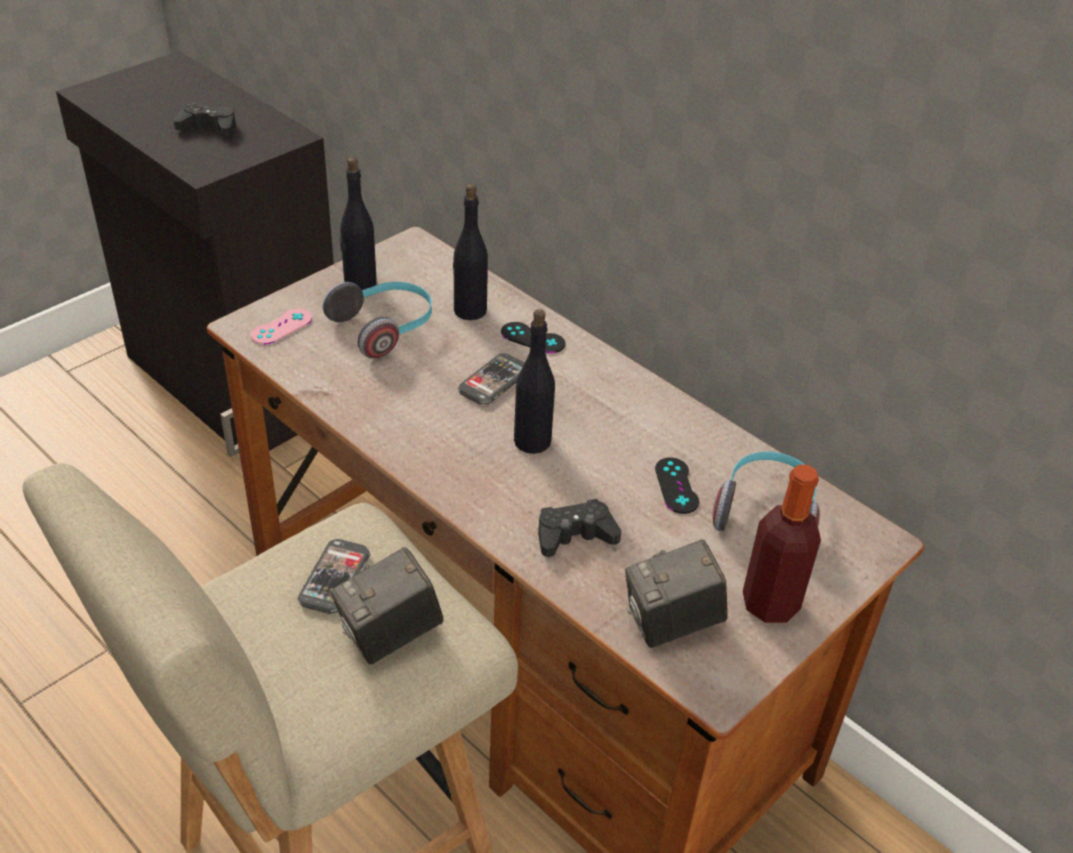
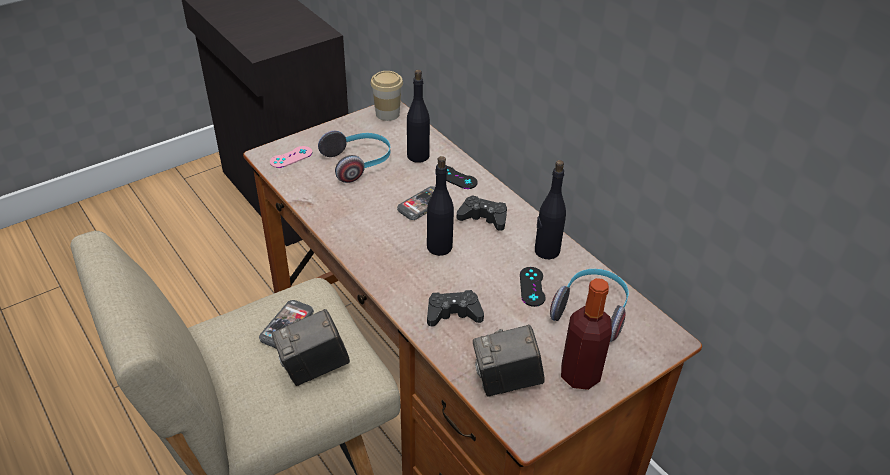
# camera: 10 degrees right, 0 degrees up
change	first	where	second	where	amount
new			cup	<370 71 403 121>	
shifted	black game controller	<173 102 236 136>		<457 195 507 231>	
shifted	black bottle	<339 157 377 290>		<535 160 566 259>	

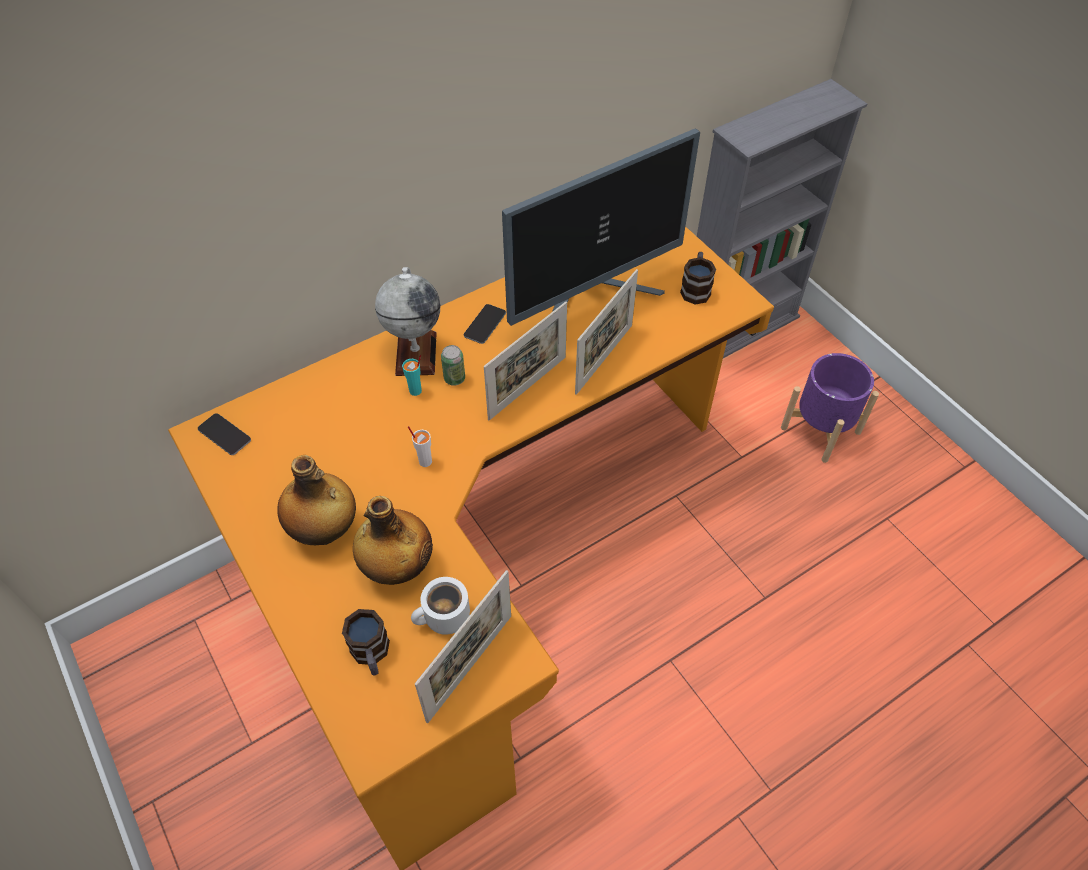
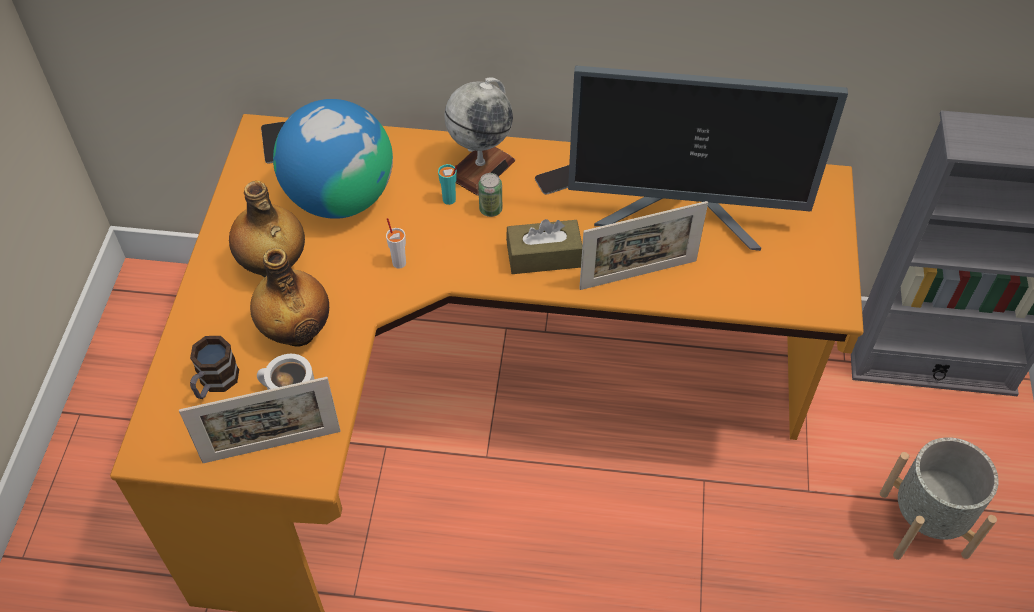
# camera: 40 degrees right, 0 degrees up
change	first	where	second	where	amount
gone	mug	<680 252 716 305>			
new			globe	<273 99 393 219>	
swapped	picture frame	<484 302 567 420>	brown tissue box	<506 219 582 274>	
repainted	purple planter	<781 353 879 463>	grey planter	<880 437 999 560>	

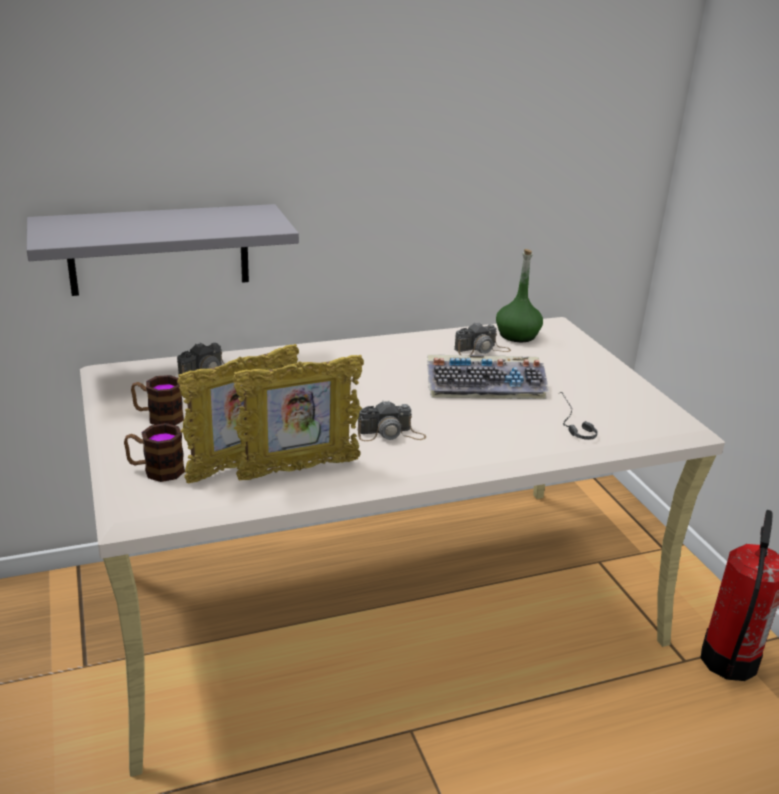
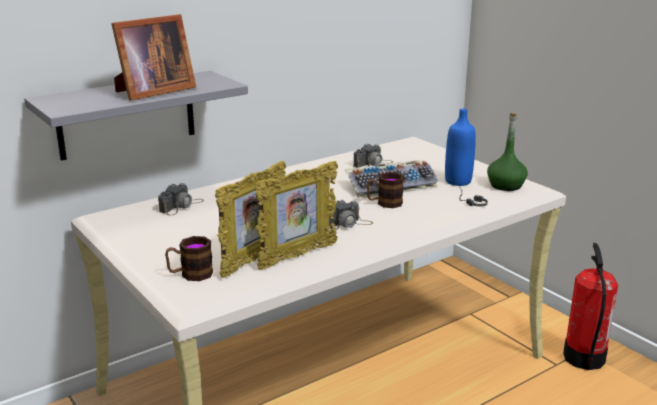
# camera: 15 degrees left, 5 degrees down
change	first	where	second	where	amount
new			picture frame	<111 14 196 101>	
new			blue bottle	<445 109 476 186>	
shifted	mug	<131 375 184 425>		<367 172 404 208>	
shifted	green bottle	<496 249 543 342>		<487 112 528 191>	

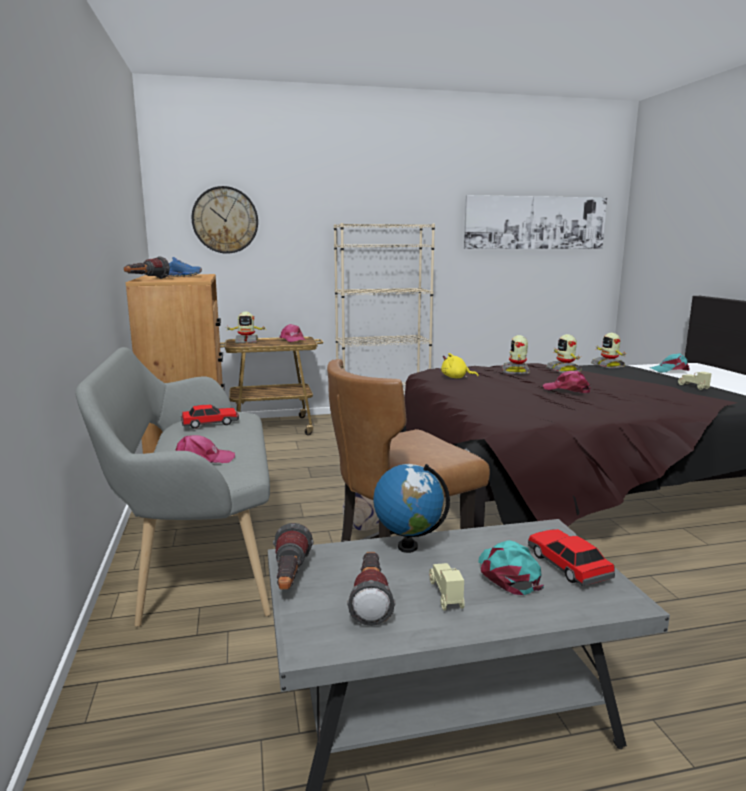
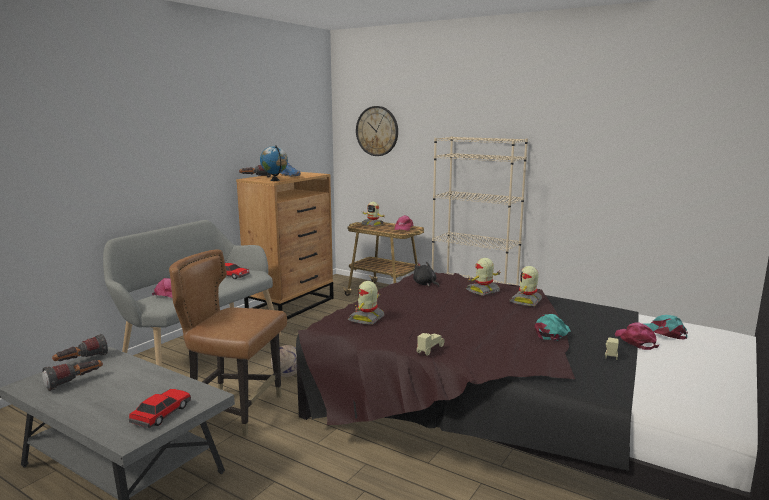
# camera: 45 degrees right, 0 degrees up
change	first	where	second	where	amount
gone	picture	<464 195 607 249>			
shifted	globe	<373 464 450 553>		<260 145 288 181>	
shifted	beige toy car	<429 563 465 611>		<417 333 444 356>	
shifted	turquoise cap	<478 540 544 595>		<534 314 571 341>	
shifted	pink cap	<543 371 591 393>		<615 322 659 350>	
shifted	toy robot	<591 333 626 368>		<348 281 385 325>	
repainted	yellow plush toy	<441 353 478 378>	black plush toy	<413 262 439 287>	

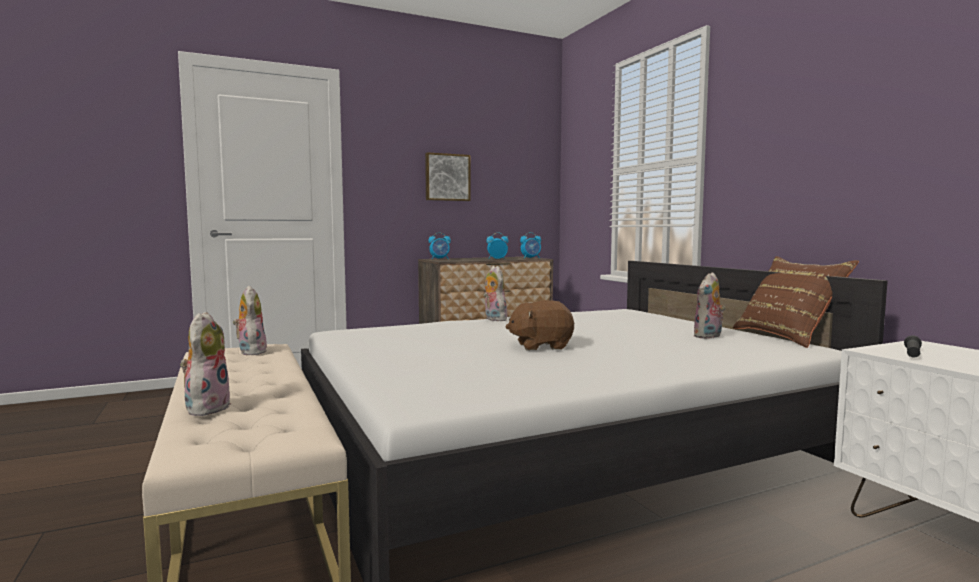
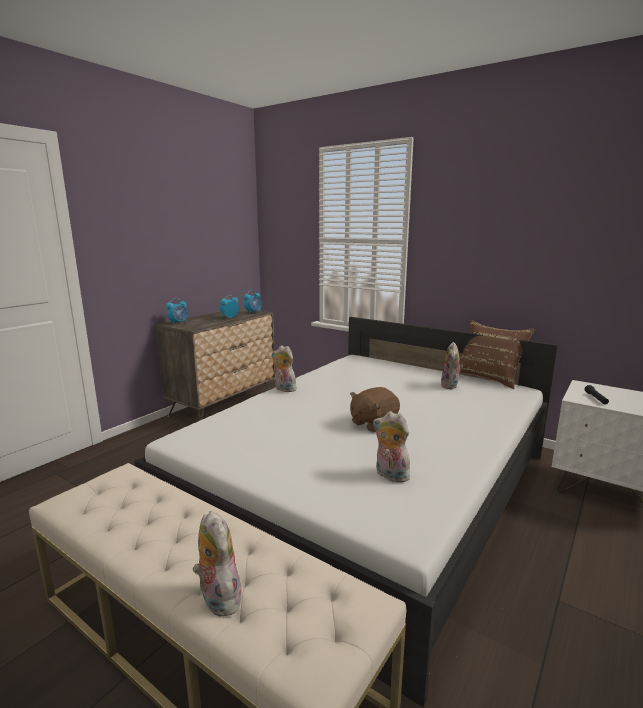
# camera: 30 degrees left, 10 degrees up
change	first	where	second	where	amount
gone	picture	<425 152 471 201>			
shifted	plush toy	<233 286 267 355>		<373 411 410 483>	

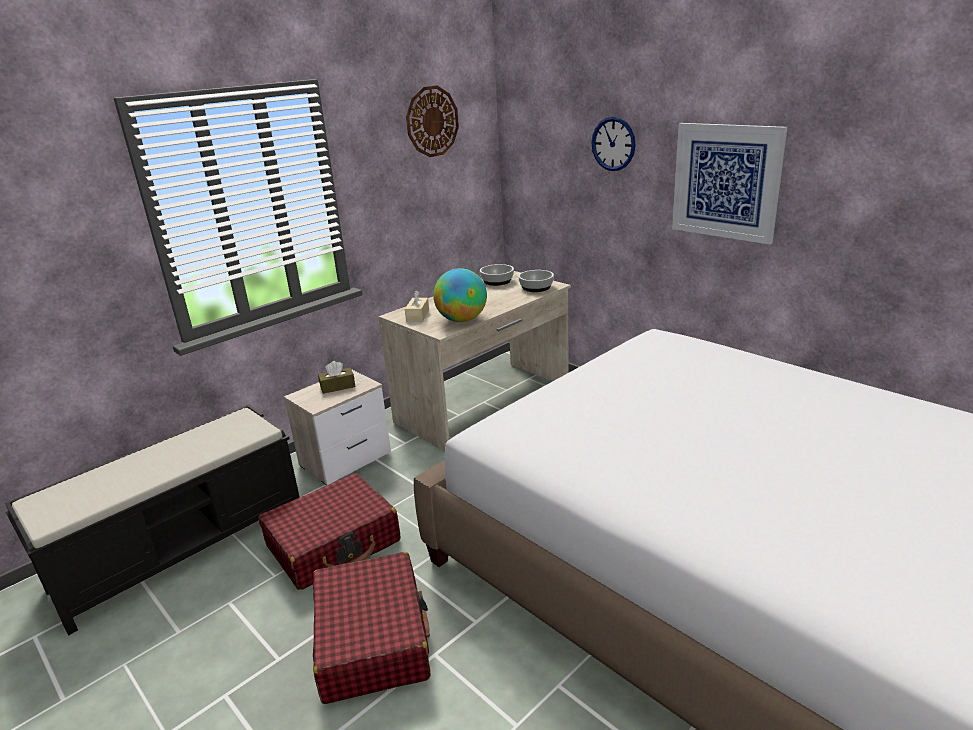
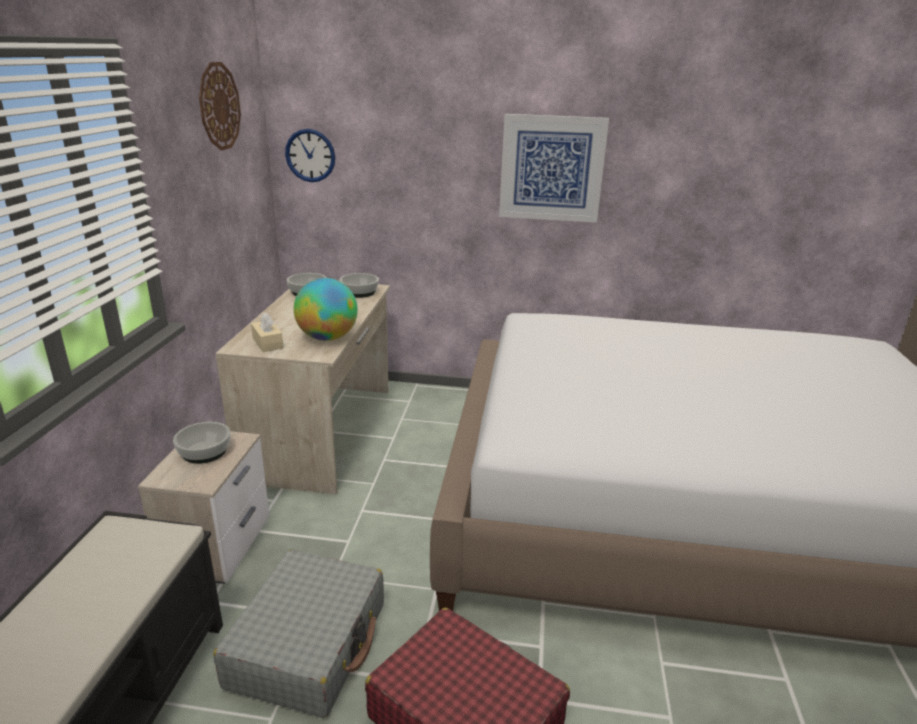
# camera: 40 degrees left, 0 degrees up
change	first	where	second	where	amount
shifted	wall clock	<591 117 636 171>		<285 129 335 182>	
swapped	brown tissue box	<318 361 356 394>	bowl	<173 422 231 464>	
repainted	red suitcase	<258 474 401 590>	grey suitcase	<213 550 384 718>	

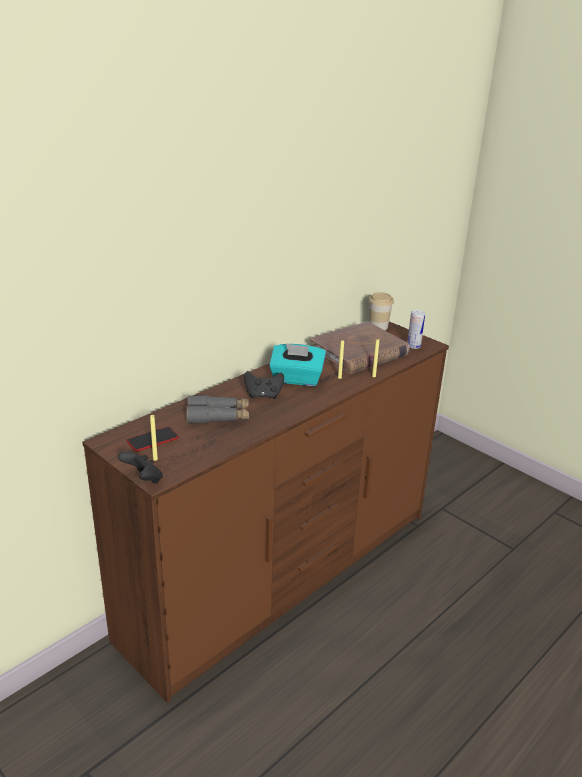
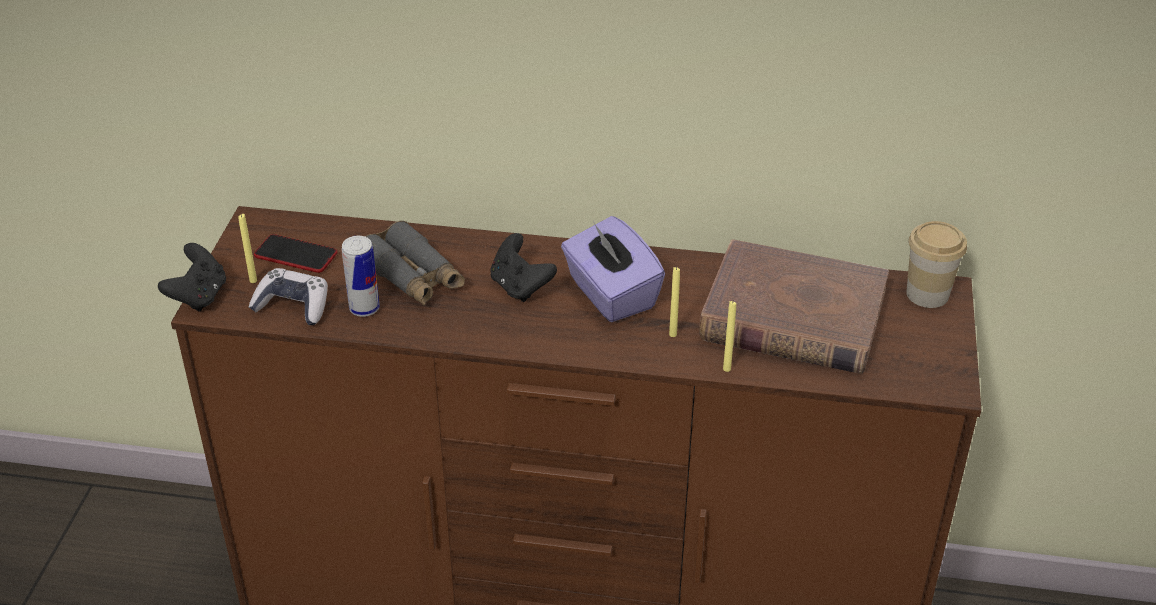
# camera: 55 degrees right, 10 degrees up
change	first	where	second	where	amount
new			game controller	<249 268 328 325>	
shifted	can	<407 310 425 349>		<342 236 380 317>	
repainted	turquoise tissue box	<269 343 326 386>	purple tissue box	<561 216 665 322>	

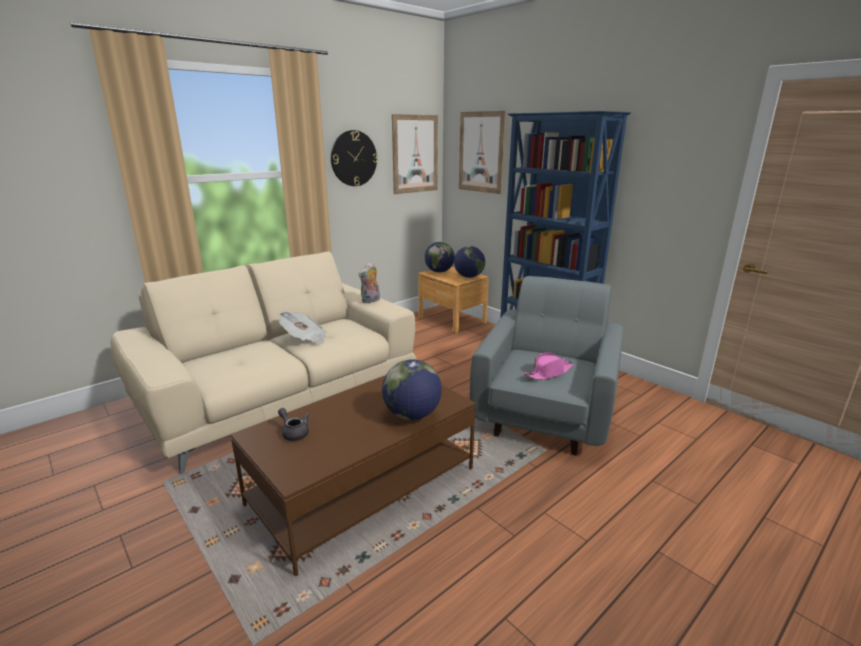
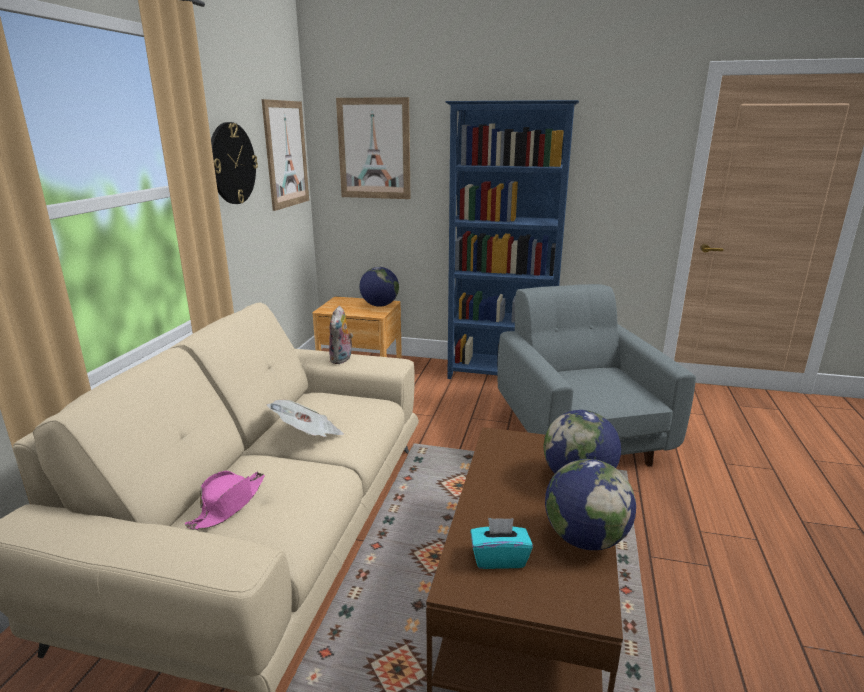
# camera: 35 degrees left, 0 degrees up
change	first	where	second	where	amount
shifted	globe	<425 242 455 273>		<545 459 636 550>	
shifted	pink hat	<524 352 573 380>		<185 471 265 530>	
swapped	grey teapot	<278 408 309 441>	turquoise tissue box	<470 518 533 569>	

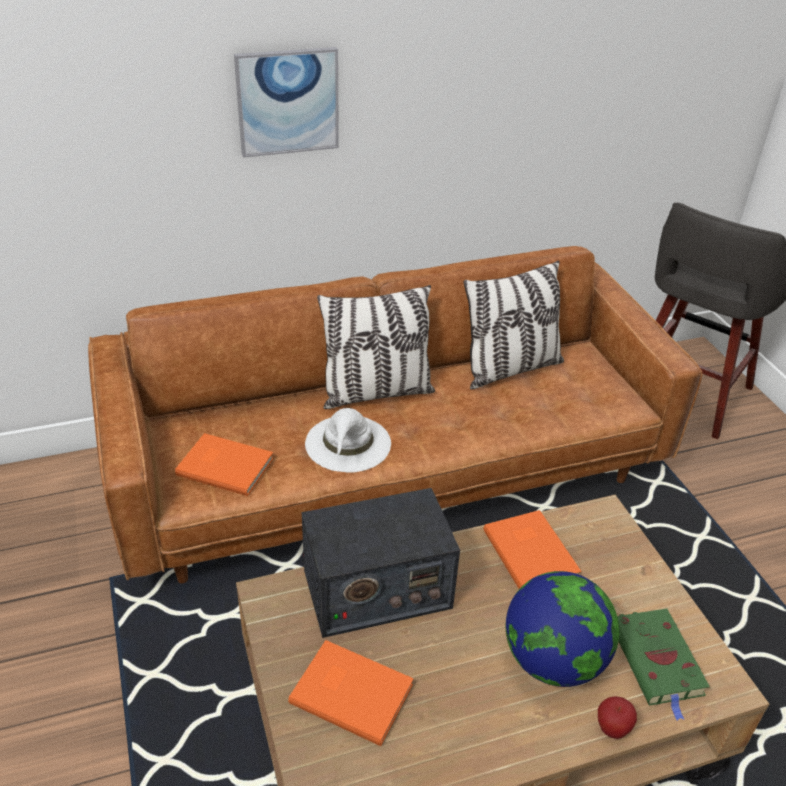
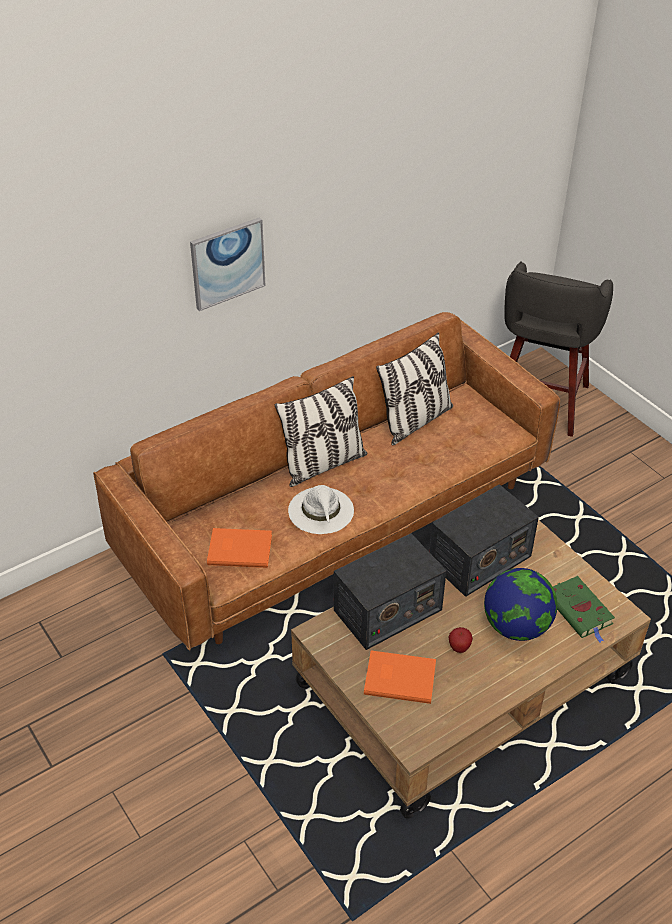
# camera: 15 degrees left, 5 degrees up
change	first	where	second	where	amount
shifted	apple	<598 696 637 739>		<448 627 473 653>	
swapped	orange book	<483 510 582 589>	radio	<429 484 539 597>	

